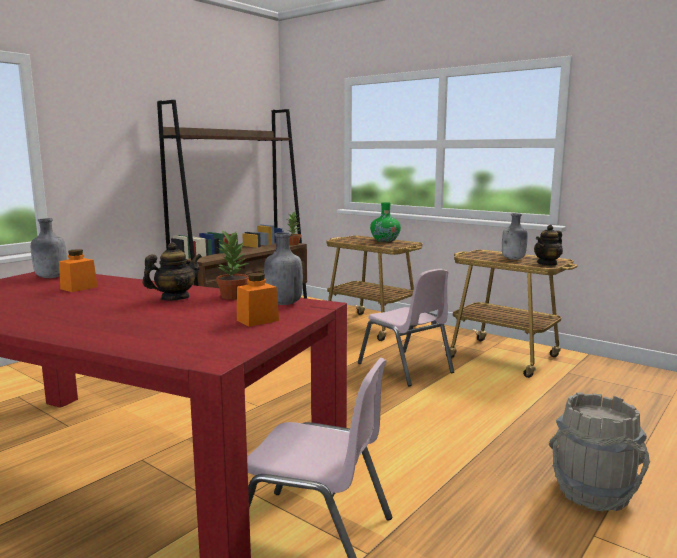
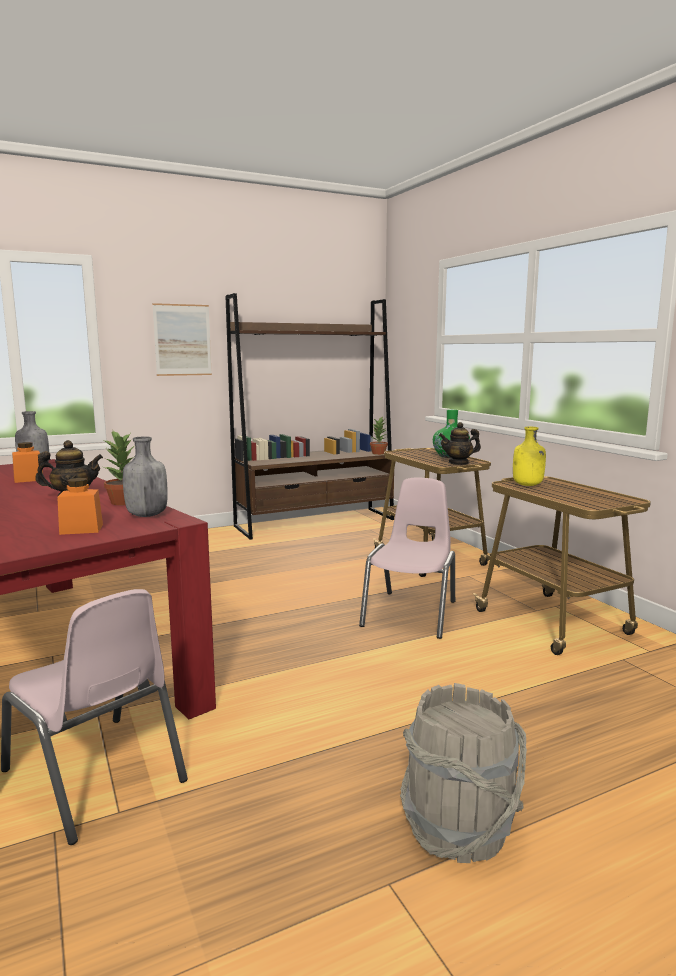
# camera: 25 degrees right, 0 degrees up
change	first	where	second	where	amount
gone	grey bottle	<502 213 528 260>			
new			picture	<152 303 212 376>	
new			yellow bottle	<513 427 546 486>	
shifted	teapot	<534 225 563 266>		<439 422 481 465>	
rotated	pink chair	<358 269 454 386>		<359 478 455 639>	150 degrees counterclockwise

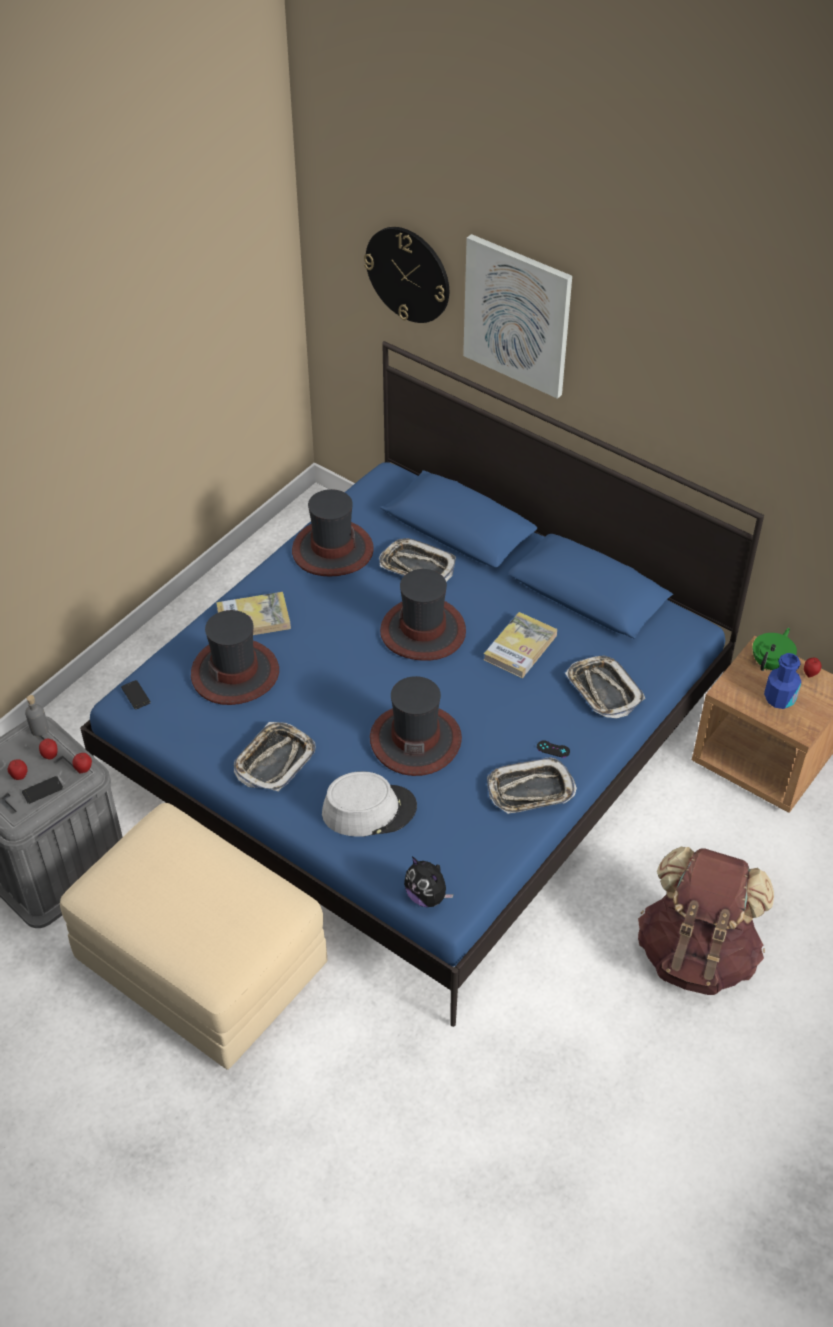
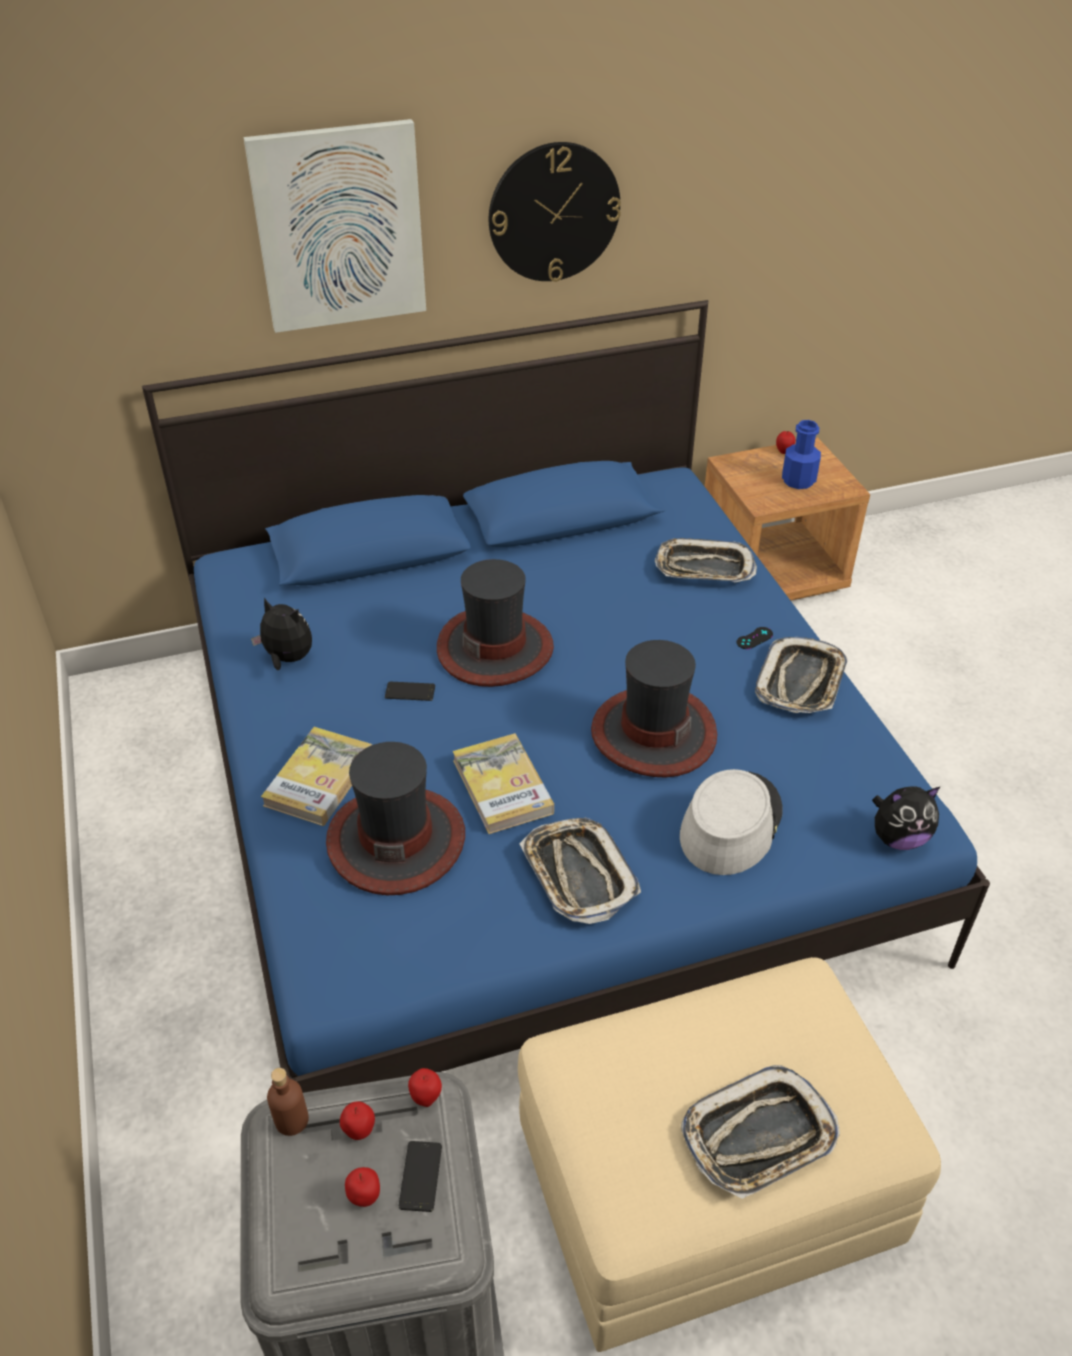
# camera: 55 degrees left, 5 degrees down
change	first	where	second	where	amount
gone	brown backpack	<638 847 774 995>			
gone	green teapot	<753 628 797 671>			
shifted	phone	<121 680 151 709>		<385 682 435 701>	
shifted	wall clock	<364 227 449 323>		<489 142 621 282>	
shifted	tray	<379 538 456 582>		<681 1065 840 1199>	
shifted	book	<484 612 557 678>		<453 733 554 834>	
swapped	hat	<292 489 374 576>	plush toy	<251 598 312 670>	
repainted	grey bottle	<25 695 49 736>	brown bottle	<267 1068 309 1136>	

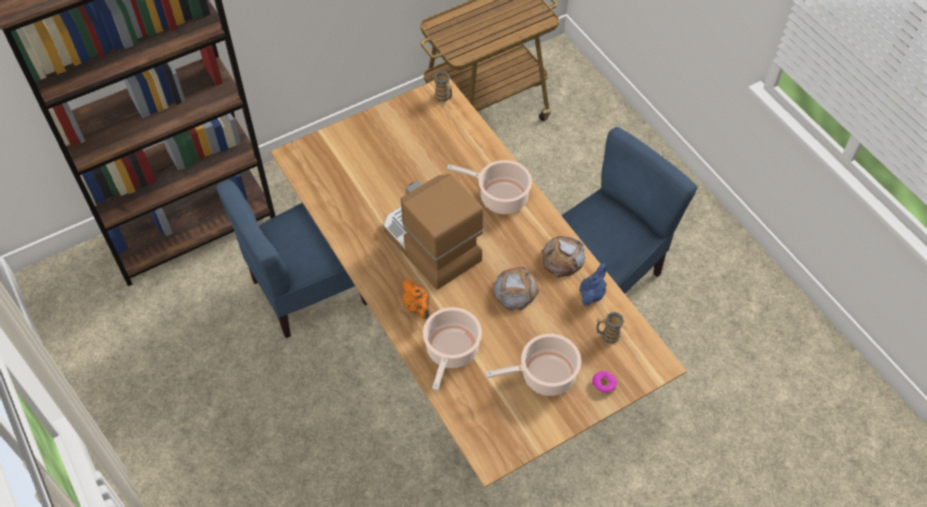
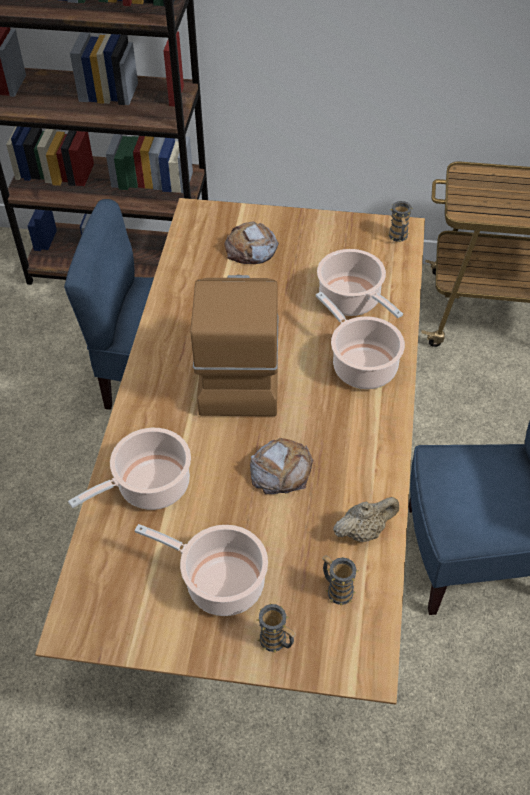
# camera: 40 degrees right, 5 degrees down
change	first	where	second	where	amount
gone	orange teapot	<403 280 430 319>			
new			cooking pot	<317 249 403 318>	
shifted	bread	<542 236 585 277>		<224 221 279 264>	
swapped	donut	<592 371 617 395>	mug	<257 603 296 653>	
repainted	blue teapot	<580 264 607 306>	beige teapot	<333 497 399 542>	

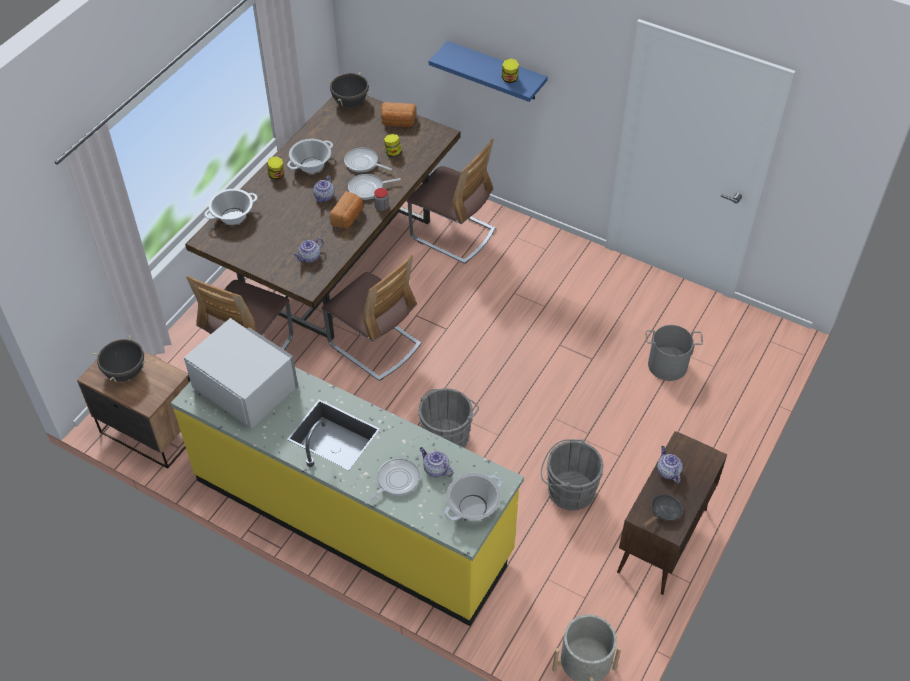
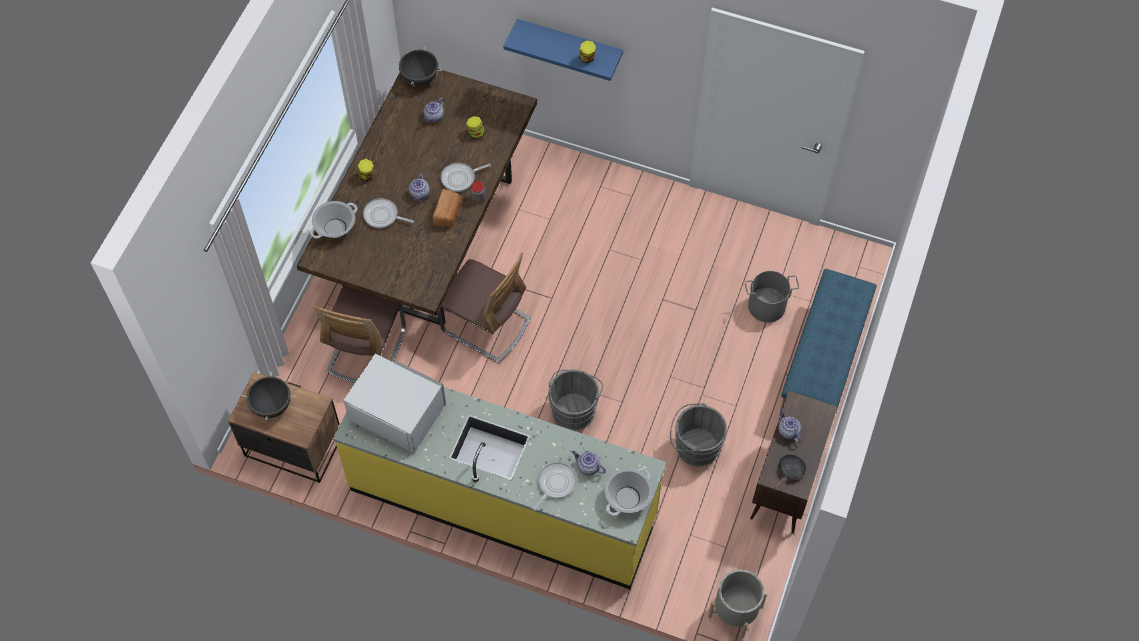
# camera: 10 degrees left, 10 degrees up
change	first	where	second	where	amount
gone	cooking pot	<287 139 333 173>			
gone	bread	<381 102 417 127>			
gone	chair	<407 138 495 264>			
new			blue bench	<779 269 877 415>	
shifted	teapot	<294 238 323 263>		<422 98 444 122>	
shifted	frying pan	<344 148 392 173>		<363 198 414 228>	

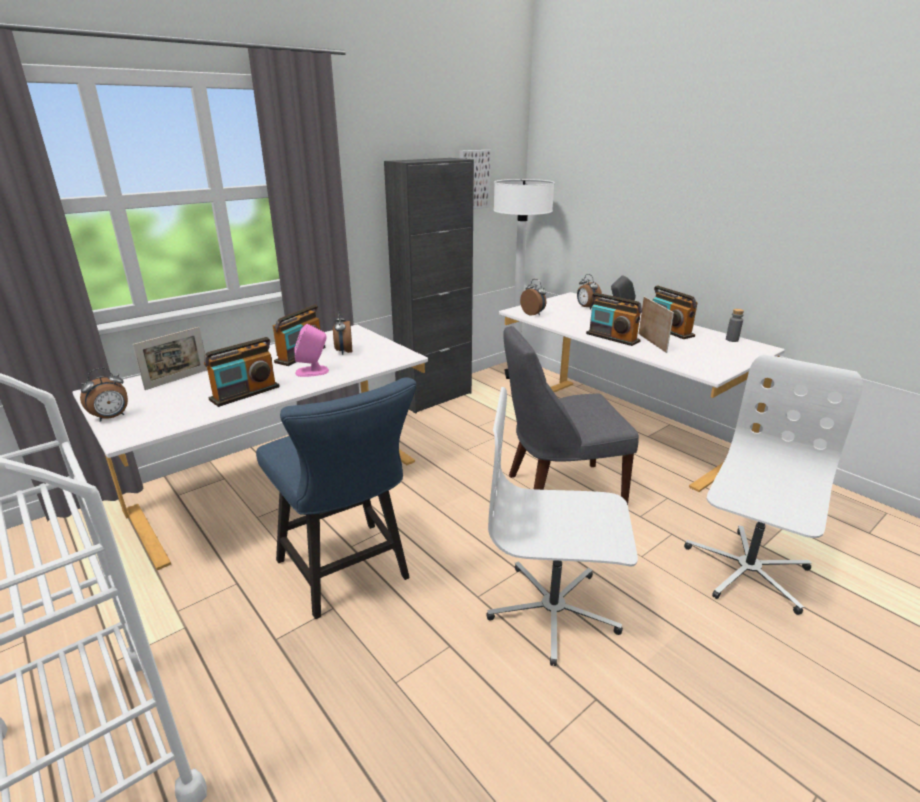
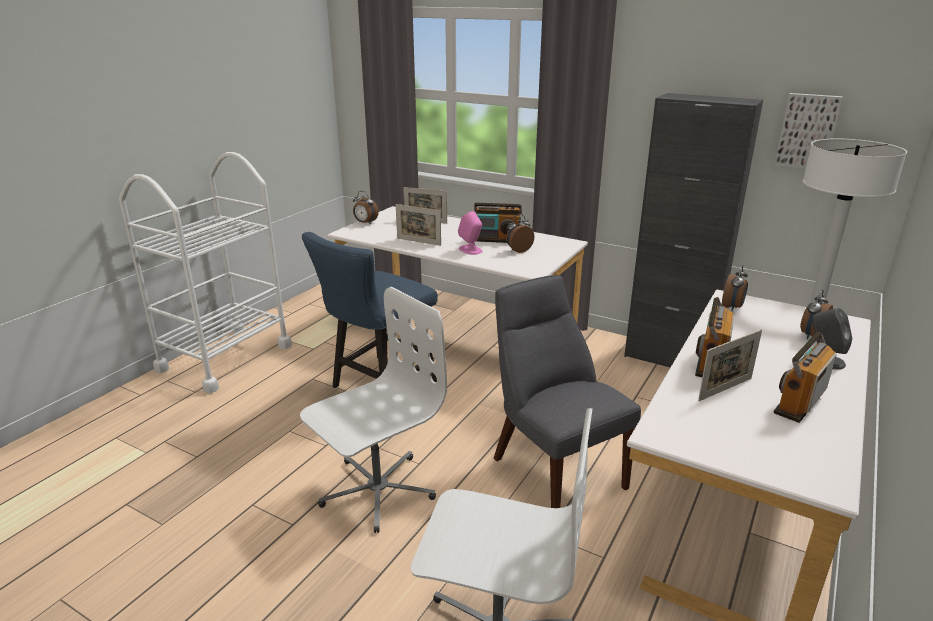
# camera: 70 degrees right, 0 degrees up
change	first	where	second	where	amount
gone	grey bottle	<726 309 744 342>			
swapped	radio	<204 337 280 407>	picture frame	<396 204 441 246>	
rotated	white office chair	<486 387 638 666>		<300 287 447 533>	60 degrees clockwise

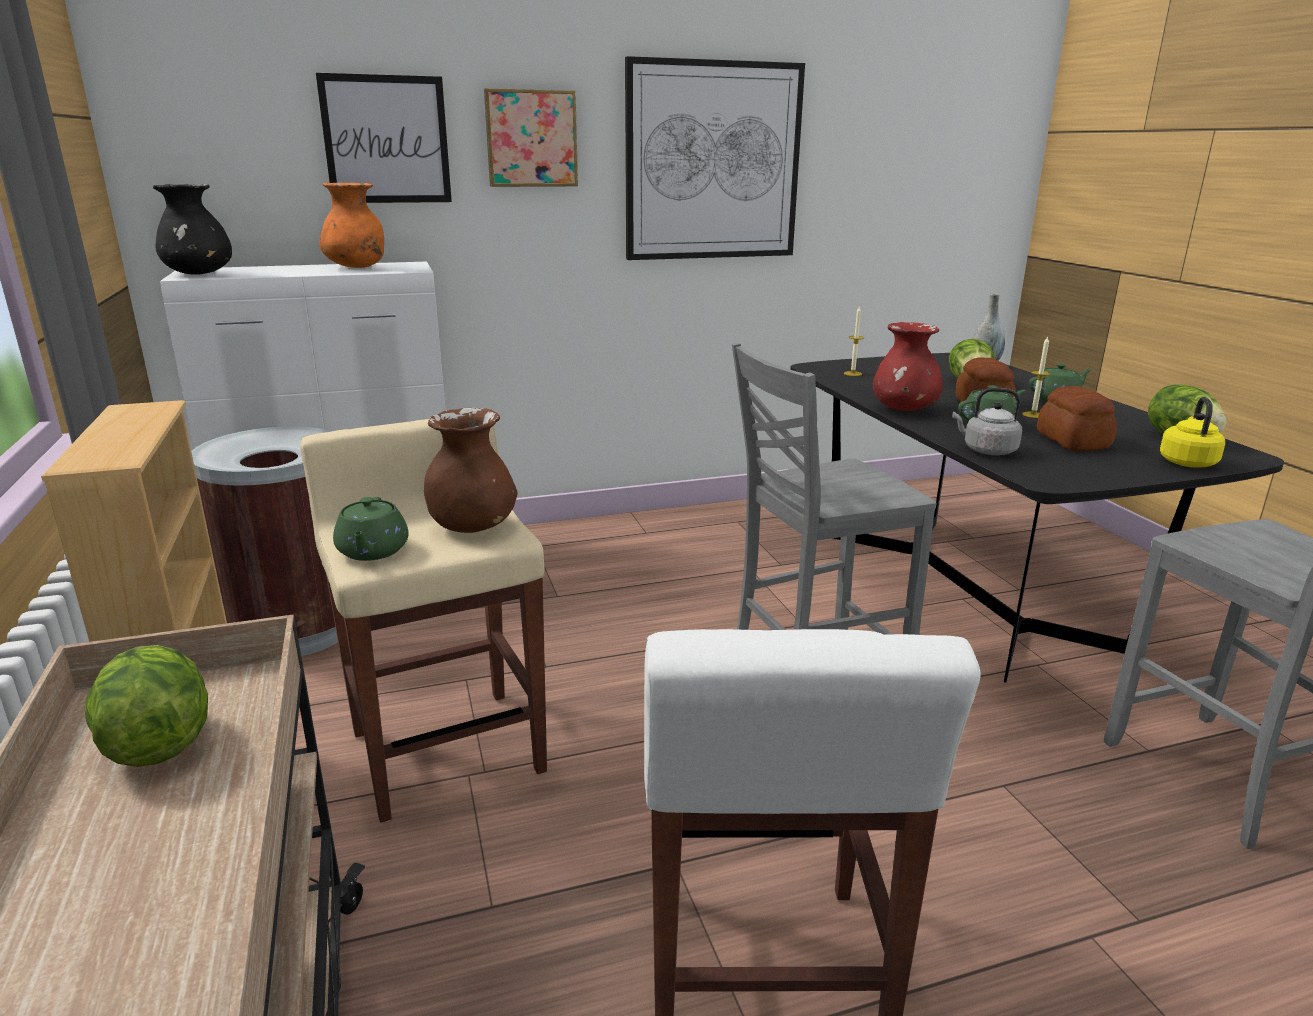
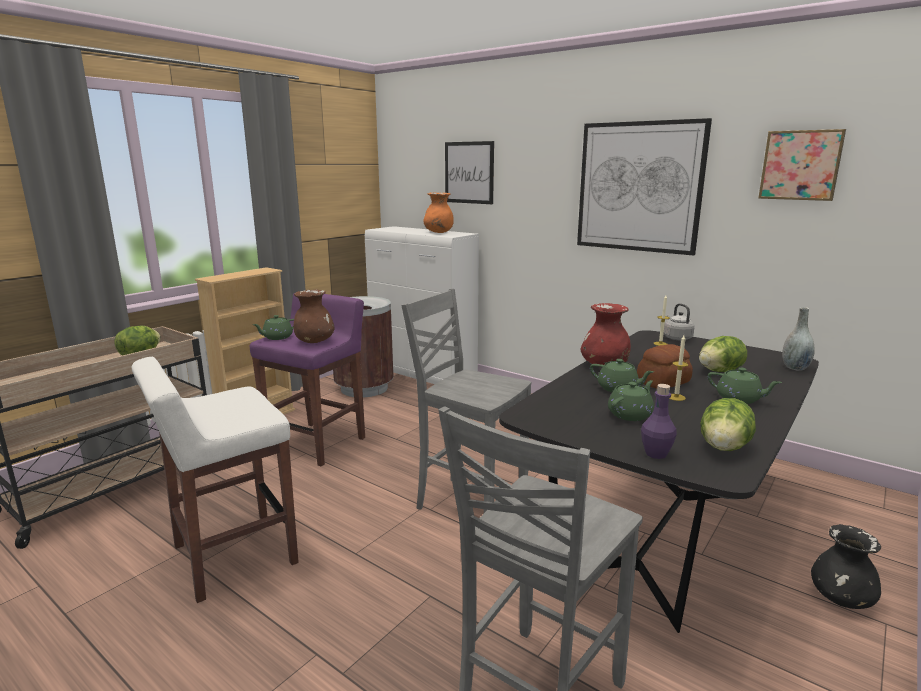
# camera: 55 degrees right, 5 degrees down
change	first	where	second	where	amount
shifted	black vase	<153 184 232 275>		<811 524 881 609>	
shifted	picture	<484 88 578 187>		<758 129 846 201>	
shifted	grey kettle	<952 388 1022 455>		<664 303 695 340>	
swapped	bread	<1037 386 1116 451>	green teapot	<608 380 654 421>	
swapped	yellow kettle	<1160 397 1225 467>	purple bottle	<641 384 677 459>	
repainted	beige stool	<300 419 547 823>	purple stool	<250 294 365 466>	

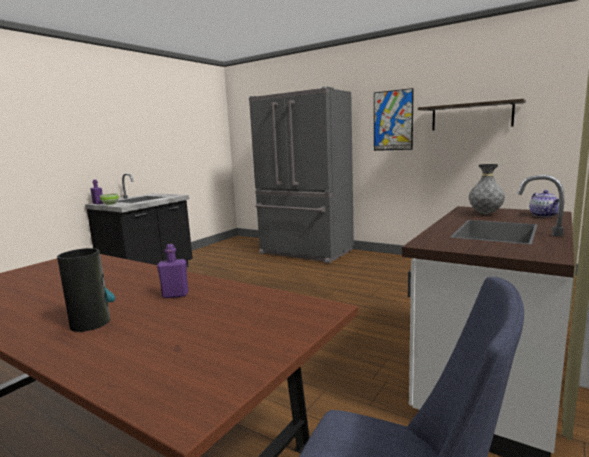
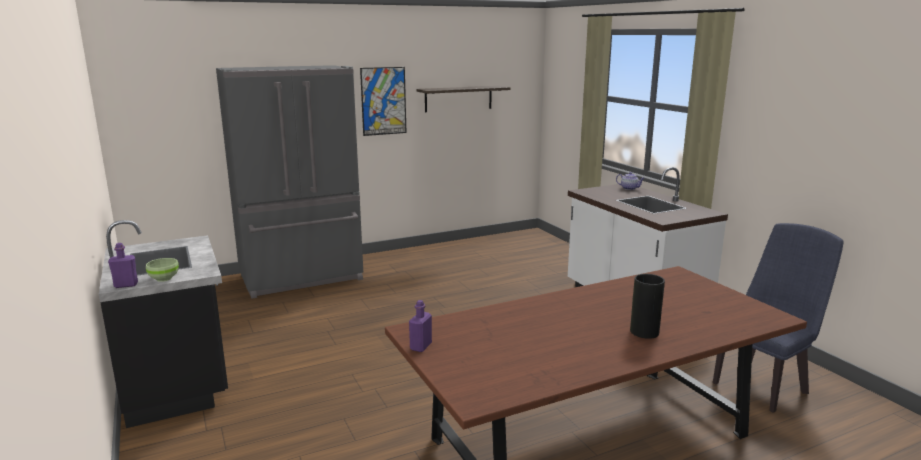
# camera: 60 degrees left, 5 degrees up
change	first	where	second	where	amount
gone	grey vase	<469 164 505 214>			
shifted	purple bottle	<157 244 189 298>		<409 300 432 352>	

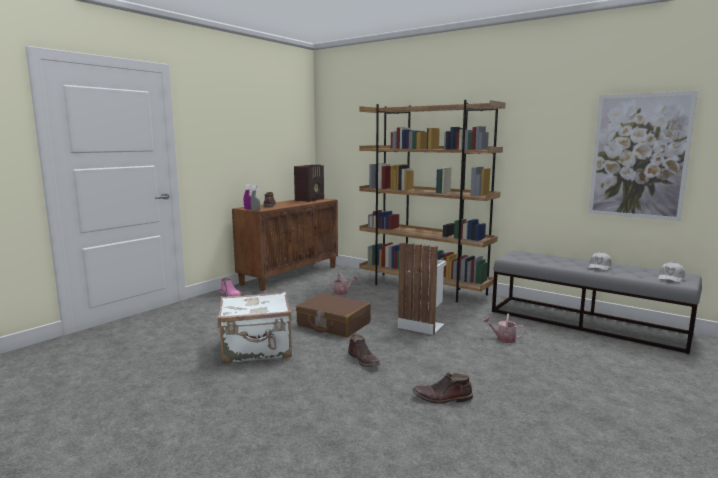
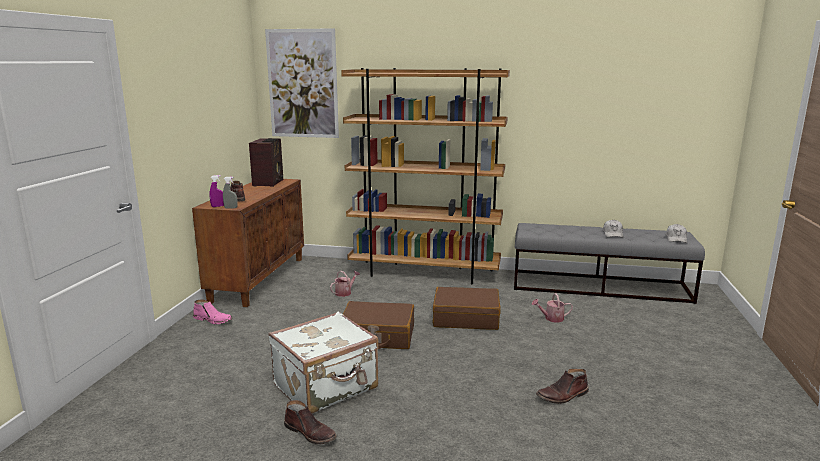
# camera: 25 degrees left, 5 degrees up
change	first	where	second	where	amount
shifted	brown boot	<348 334 380 367>		<284 400 337 444>	
shifted	picture	<588 91 698 221>		<265 28 339 138>	
swapped	white trash can	<398 242 446 335>	brown suitcase	<433 287 501 330>	

